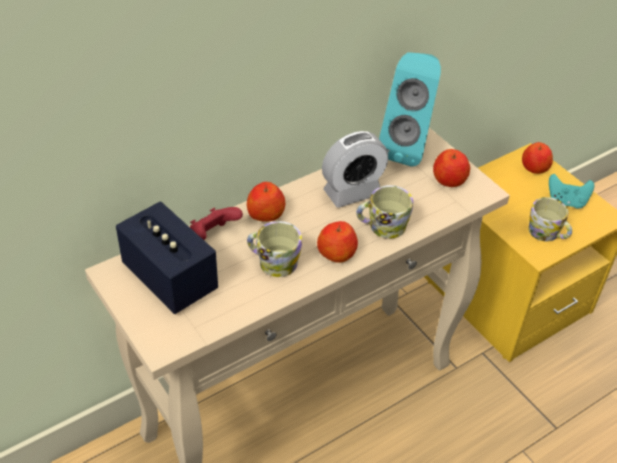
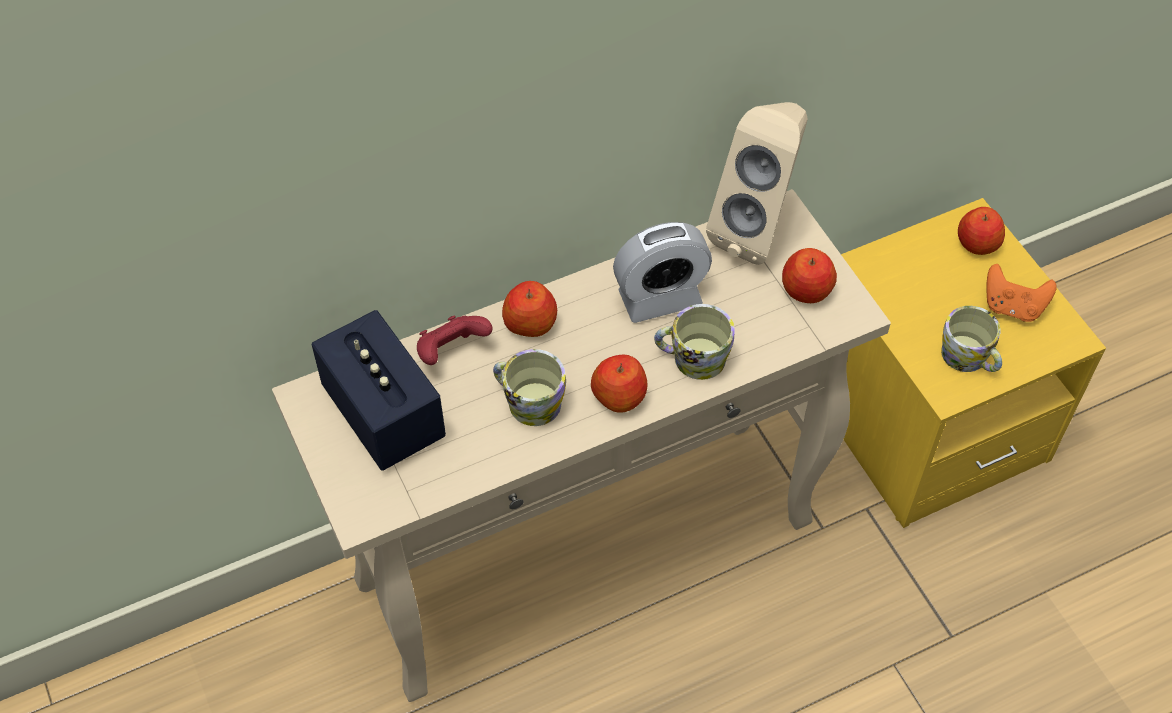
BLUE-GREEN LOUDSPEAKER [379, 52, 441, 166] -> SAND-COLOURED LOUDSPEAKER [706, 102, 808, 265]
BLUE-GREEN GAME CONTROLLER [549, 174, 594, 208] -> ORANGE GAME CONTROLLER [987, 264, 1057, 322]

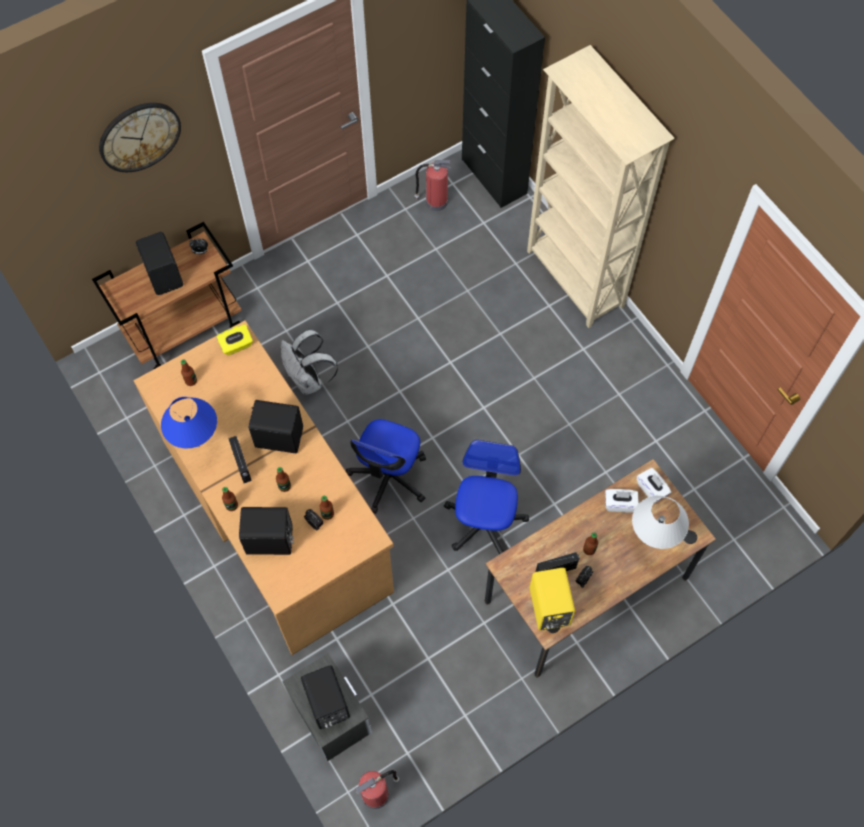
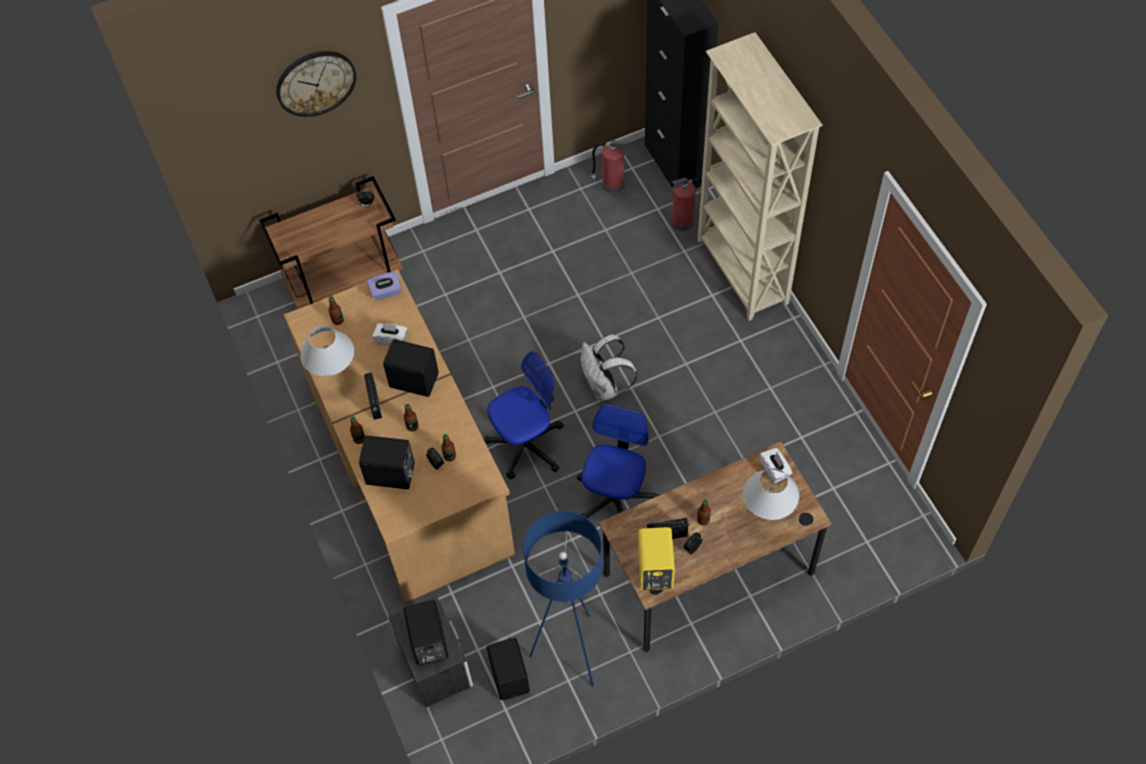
none -> BLUE-COLOURED STANDARD LAMP [523, 511, 603, 686]
BLACKISH LOUDSPEAKER [136, 232, 183, 295] -> BLACKISH LOUDSPEAKER [487, 638, 530, 700], relocated
WHITISH RUCKSACK [281, 330, 338, 395] -> WHITISH RUCKSACK [581, 334, 637, 401], relocated
FIRE-FIGHTING CYLINDER [355, 770, 399, 809] -> FIRE-FIGHTING CYLINDER [672, 178, 702, 231], relocated
WHITISH BOX OF TISSUES [605, 489, 639, 513] -> WHITISH BOX OF TISSUES [372, 323, 407, 346], relocated
BLUE-COLOURED TABLE LAMP [161, 397, 217, 449] -> WHITISH TABLE LAMP [300, 326, 354, 382]
YELLOW-COLOURED BOX OF TISSUES [216, 324, 253, 355] -> PURPLISH BOX OF TISSUES [367, 272, 402, 300]
OFFICE CHAIR [346, 419, 426, 514] -> OFFICE CHAIR [484, 351, 563, 479], 150 degrees counterclockwise

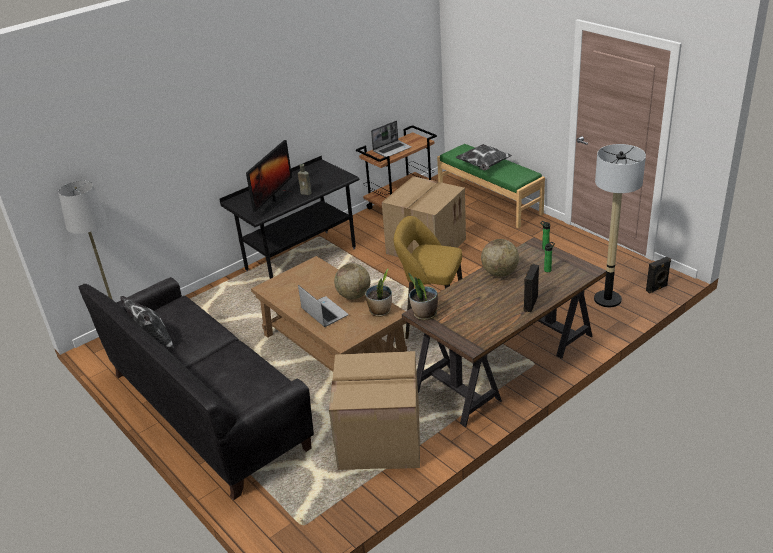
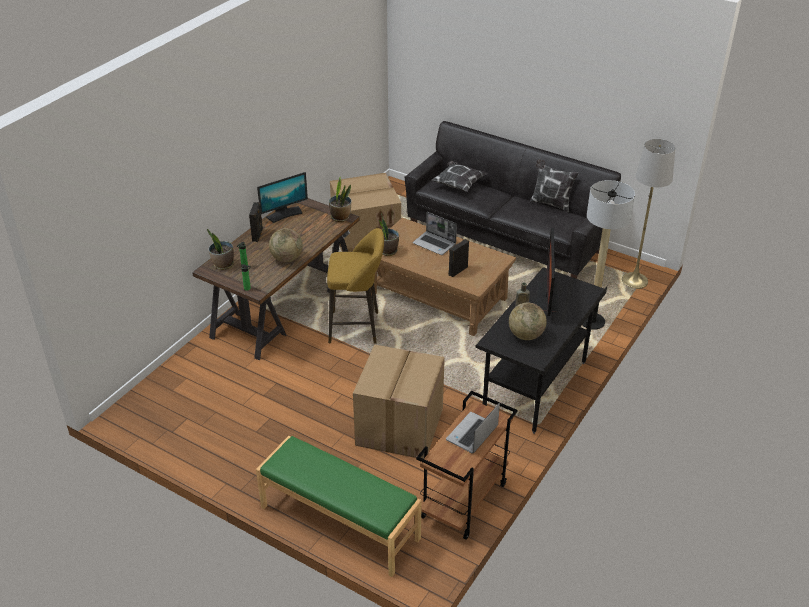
none -> POTTED PLANT [207, 229, 234, 270]
none -> COMPUTER SCREEN [257, 172, 308, 223]
GLOBE [334, 263, 370, 299] -> GLOBE [509, 302, 547, 340], relocated
PILLOW [456, 144, 512, 170] -> PILLOW [432, 161, 487, 192], relocated
STANDARD LAMP [594, 144, 646, 307] -> STANDARD LAMP [582, 180, 635, 330], relocated
BLACKISH LOUDSPEAKER [646, 257, 671, 294] -> BLACKISH LOUDSPEAKER [448, 239, 469, 277], relocated

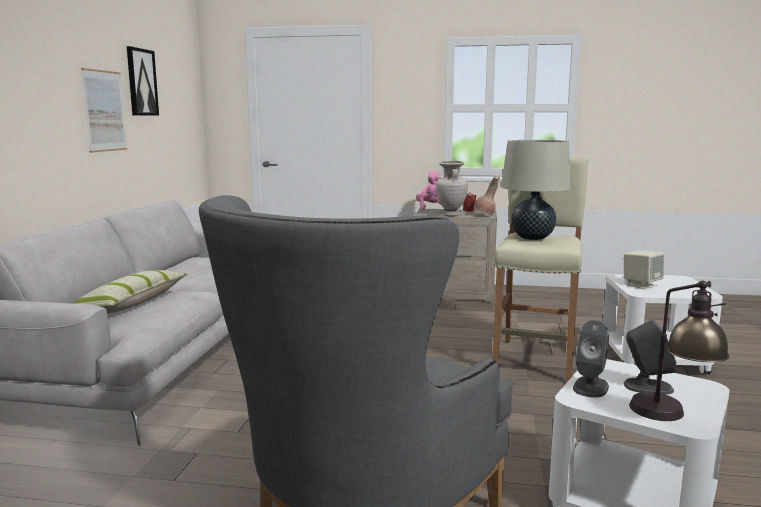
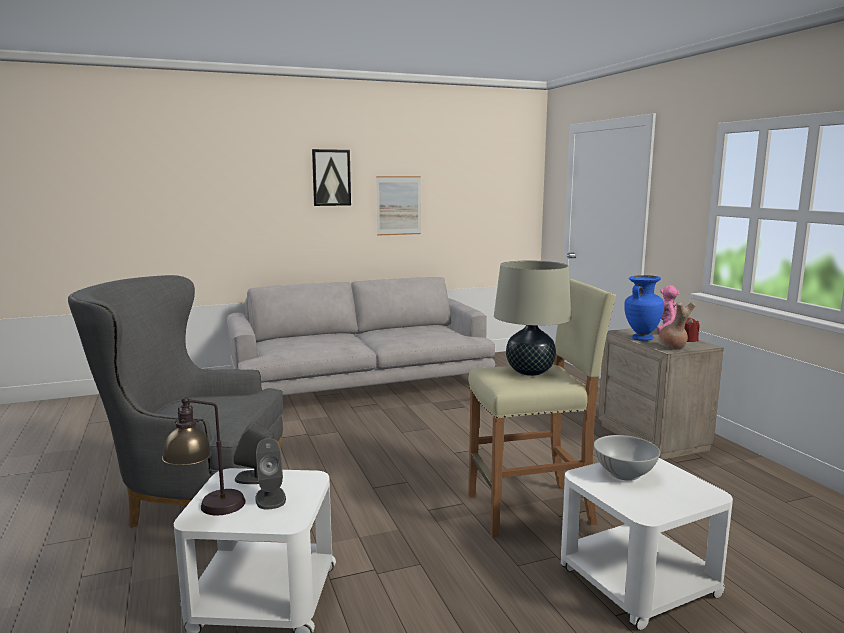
PILLOW [72, 270, 187, 314] -> none
WALL PICTURE [127, 46, 159, 116] -> WALL PICTURE [312, 149, 351, 206], relocated
SAND-COLOURED LOUDSPEAKER [624, 250, 664, 289] -> WHITISH SERVING BOWL [593, 435, 660, 481]
SAND-COLOURED FLOWER VASE [436, 161, 468, 216] -> BLUE-COLOURED FLOWER VASE [624, 275, 664, 341]

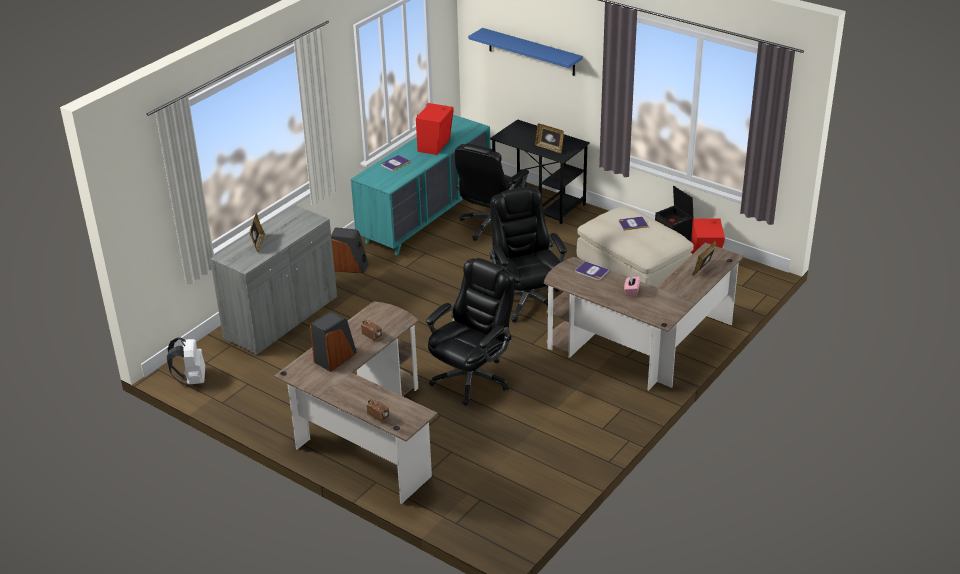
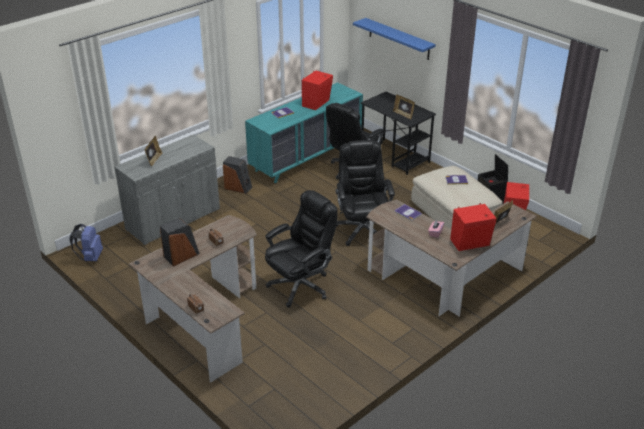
none -> RED-COLOURED LOUDSPEAKER [450, 203, 496, 251]
WHITISH RUCKSACK [167, 338, 205, 384] -> BLUE-COLOURED RUCKSACK [69, 224, 103, 261]

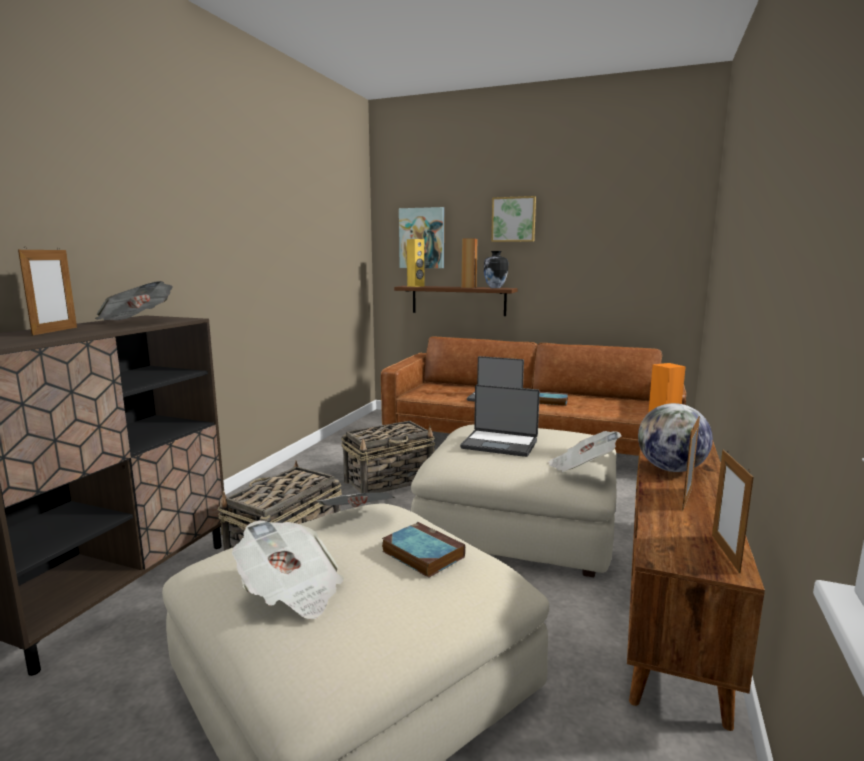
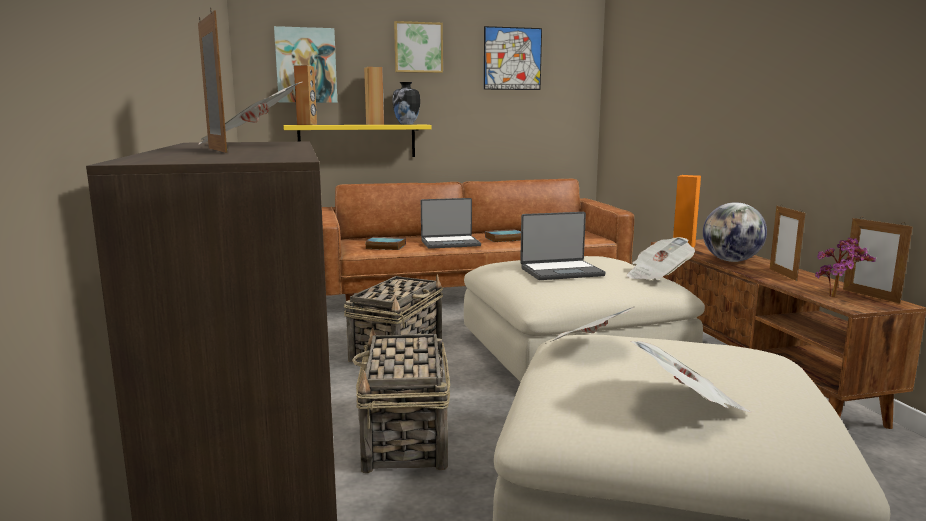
none -> WALL PICTURE [484, 26, 542, 90]
none -> POTTED PLANT [815, 238, 876, 297]
VOLUME [382, 522, 465, 578] -> VOLUME [365, 237, 406, 250], relocated
BROWN-COLOURED BRACKET SHELF [394, 286, 518, 316] -> YELLOW-COLOURED BRACKET SHELF [283, 125, 432, 157]
YELLOW-COLOURED LOUDSPEAKER [407, 239, 424, 287] -> BROWN-COLOURED LOUDSPEAKER [294, 65, 317, 125]

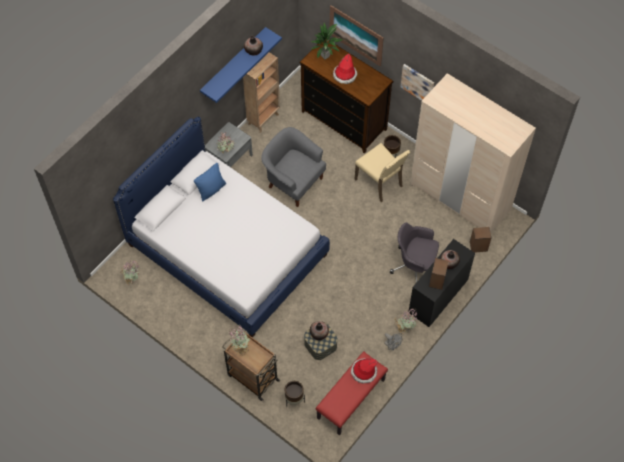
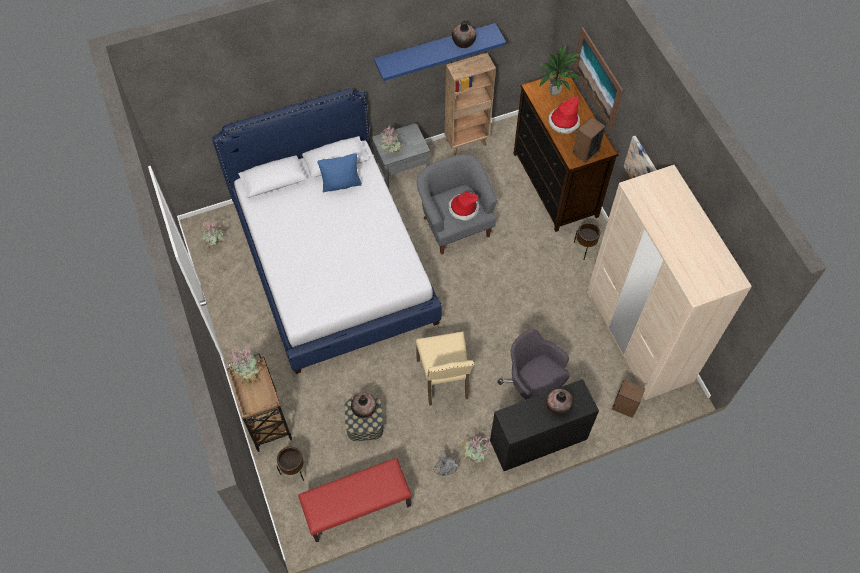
CLOTHING HAT [351, 358, 377, 383] -> CLOTHING HAT [448, 192, 479, 221], relocated
SAND-COLOURED CHAIR [355, 143, 410, 202] -> SAND-COLOURED CHAIR [416, 331, 474, 406], relocated
LOUDSPEAKER [429, 258, 449, 290] -> LOUDSPEAKER [573, 117, 606, 163], relocated

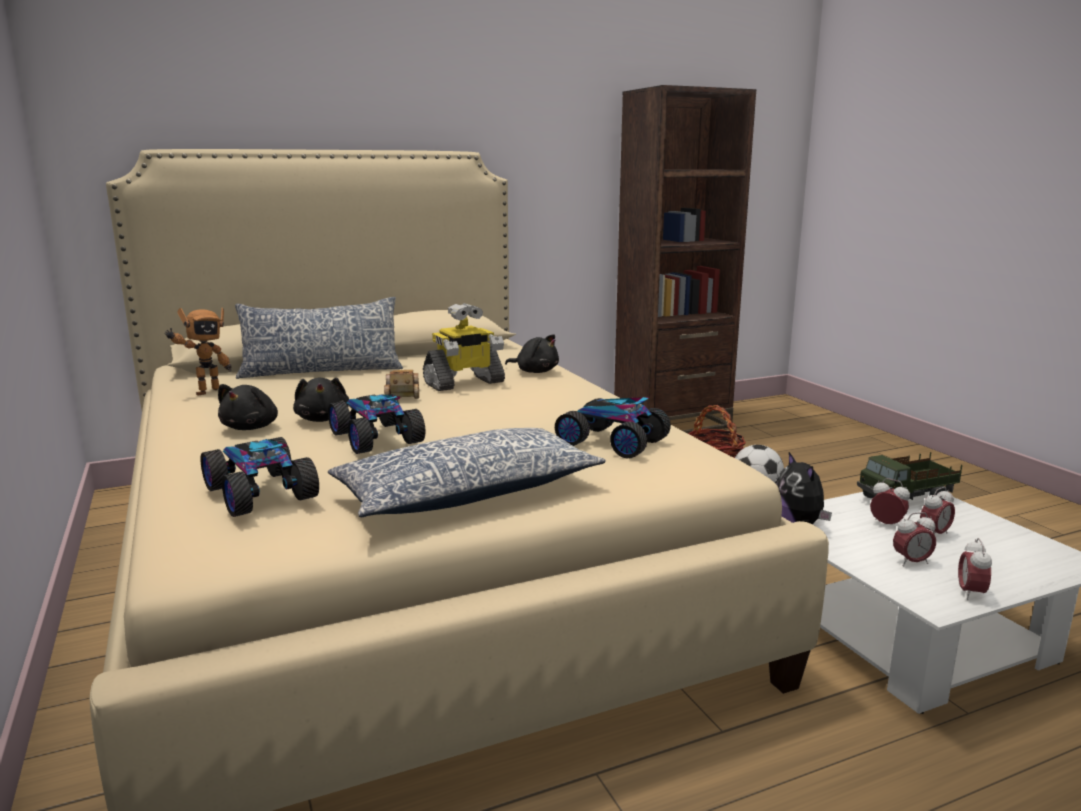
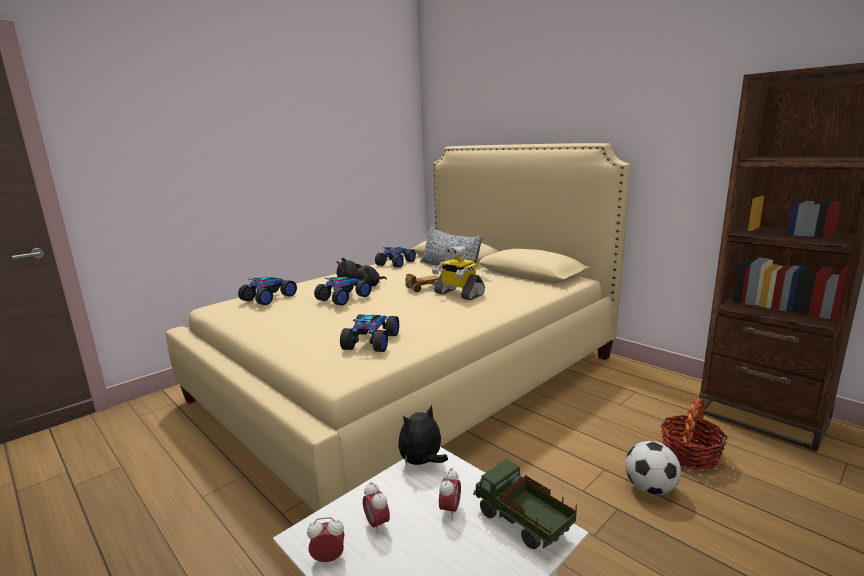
PILLOW [328, 428, 606, 517] -> none
BLACKISH SOFT TOY [505, 334, 559, 373] -> none
BEDSIDE CLOCK [920, 487, 955, 534] -> none
ROBOT FIGURE [164, 308, 232, 396] -> MODEL CAR [375, 247, 416, 268]

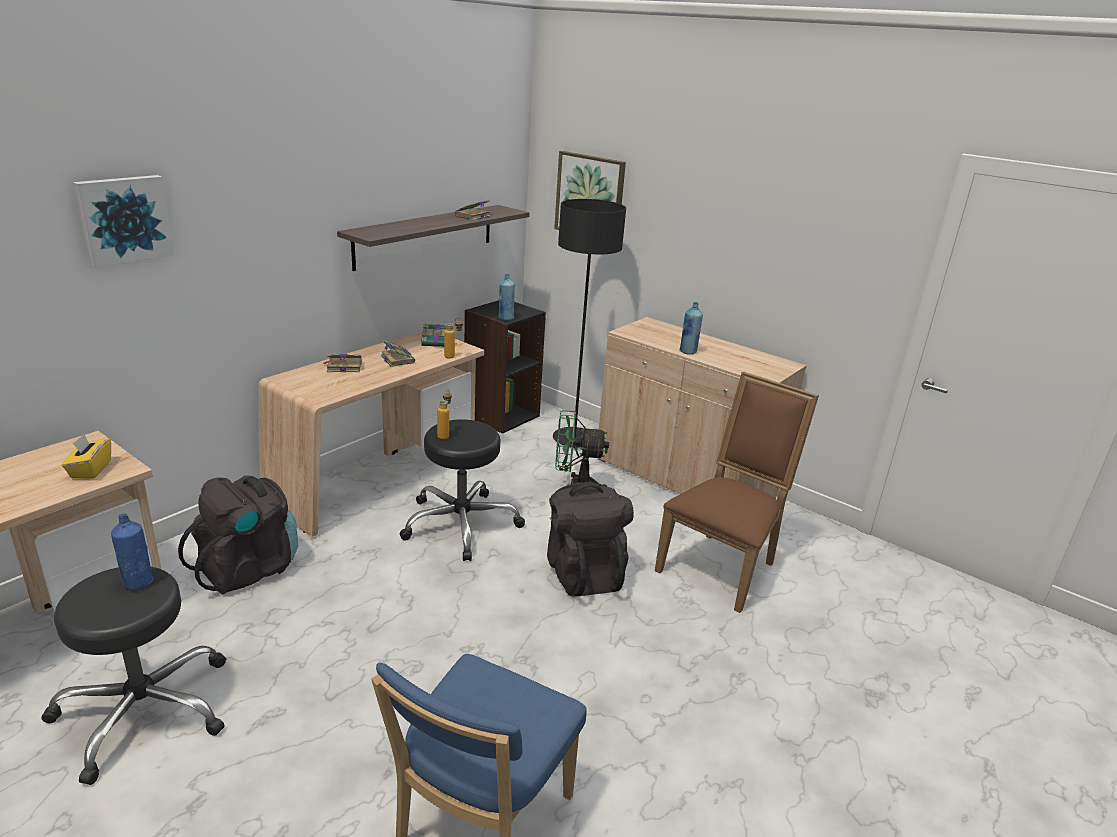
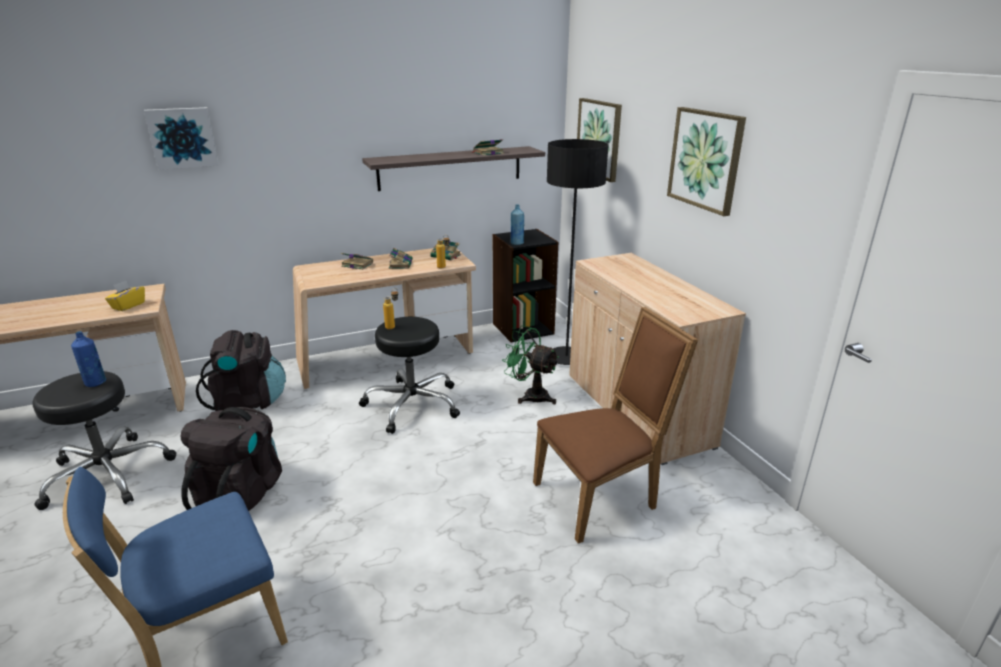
BLUE-COLOURED DRINK BOTTLE [679, 302, 703, 355] -> none
none -> WALL PICTURE [667, 107, 746, 216]
BLACKISH RUCKSACK [547, 482, 634, 597] -> BLACKISH RUCKSACK [181, 407, 282, 511], relocated

